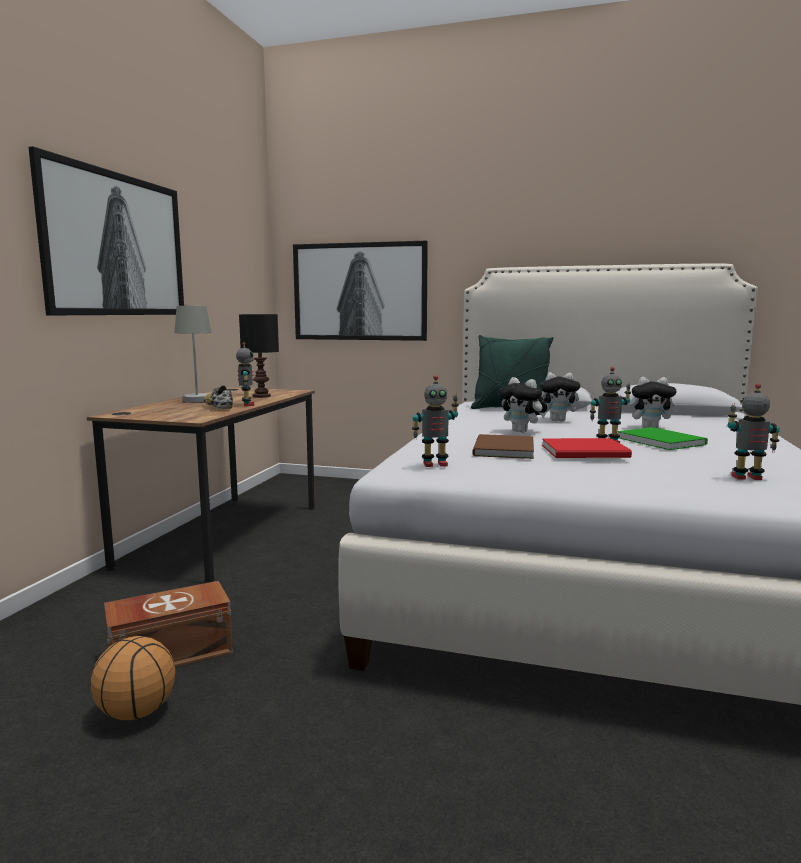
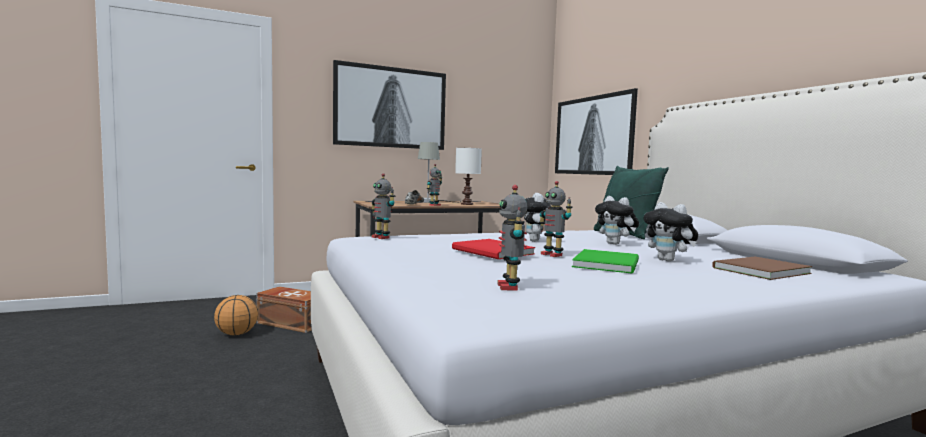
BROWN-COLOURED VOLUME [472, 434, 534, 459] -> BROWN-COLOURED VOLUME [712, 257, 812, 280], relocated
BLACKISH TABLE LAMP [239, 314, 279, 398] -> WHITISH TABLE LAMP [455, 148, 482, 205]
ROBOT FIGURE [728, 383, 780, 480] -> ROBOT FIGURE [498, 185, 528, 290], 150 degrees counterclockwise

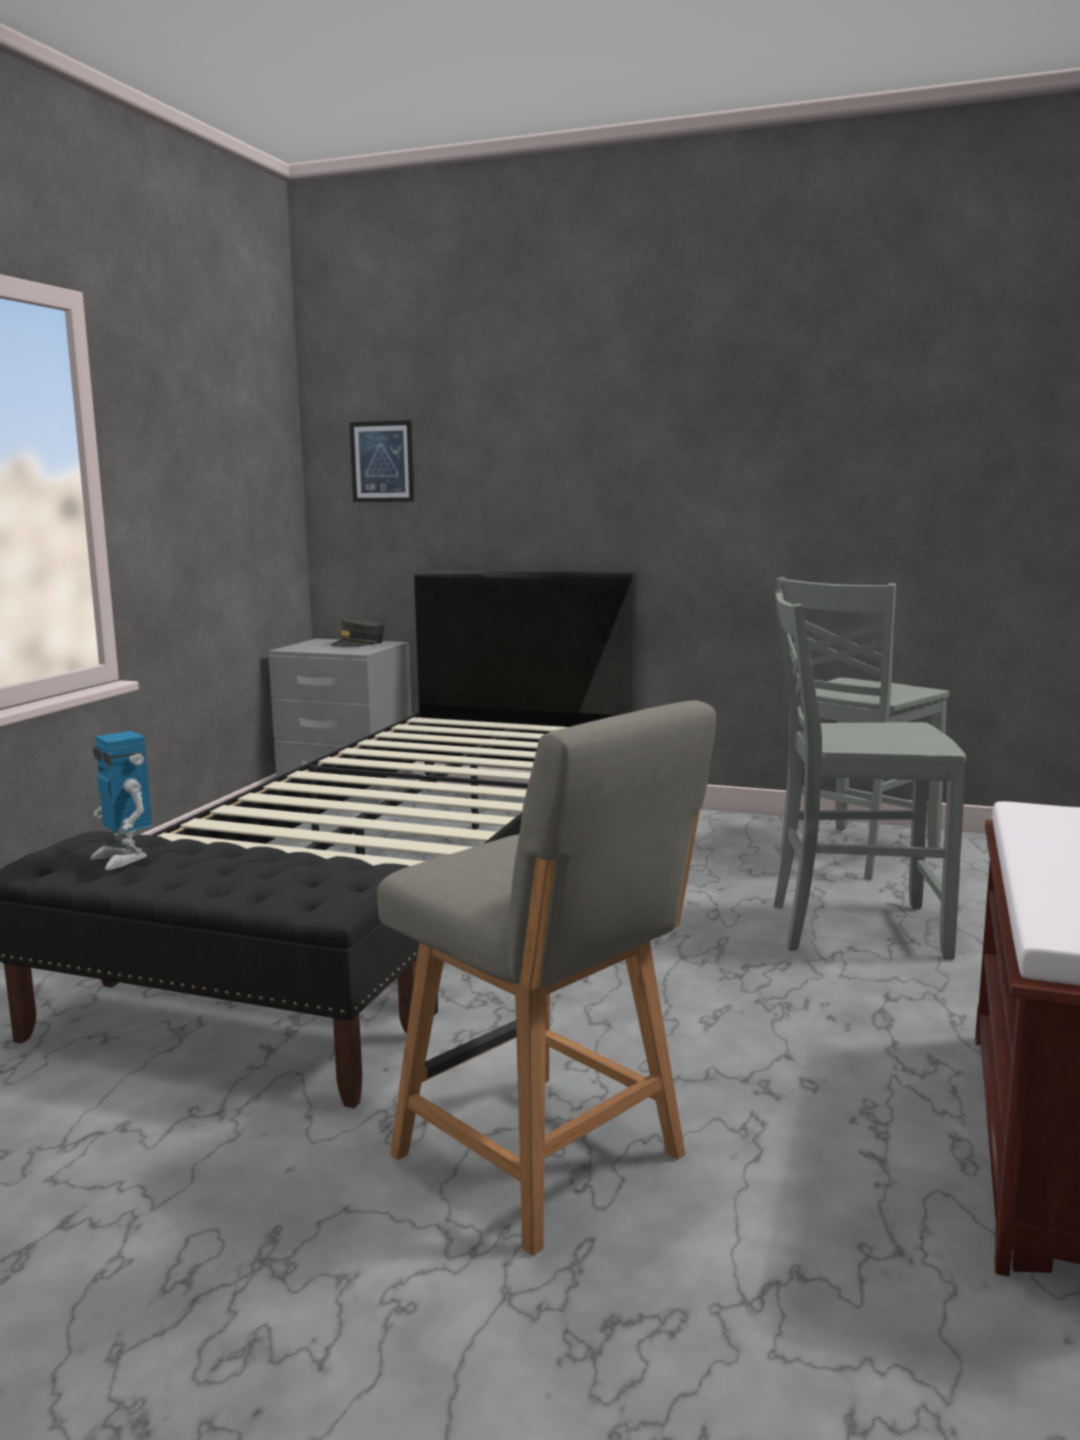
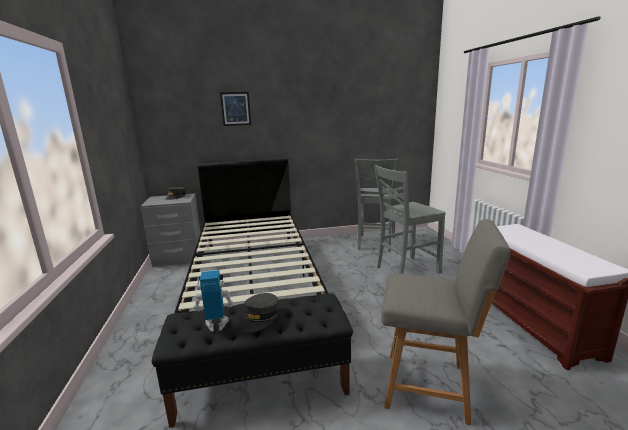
none -> GRAY BASEBALL CAP [242, 293, 278, 332]
WALL PICTURE [349, 420, 414, 502] -> WALL PICTURE [220, 92, 251, 126], relocated
ROBOT FIGURE [90, 731, 152, 870] -> ROBOT FIGURE [194, 270, 234, 332], 150 degrees clockwise

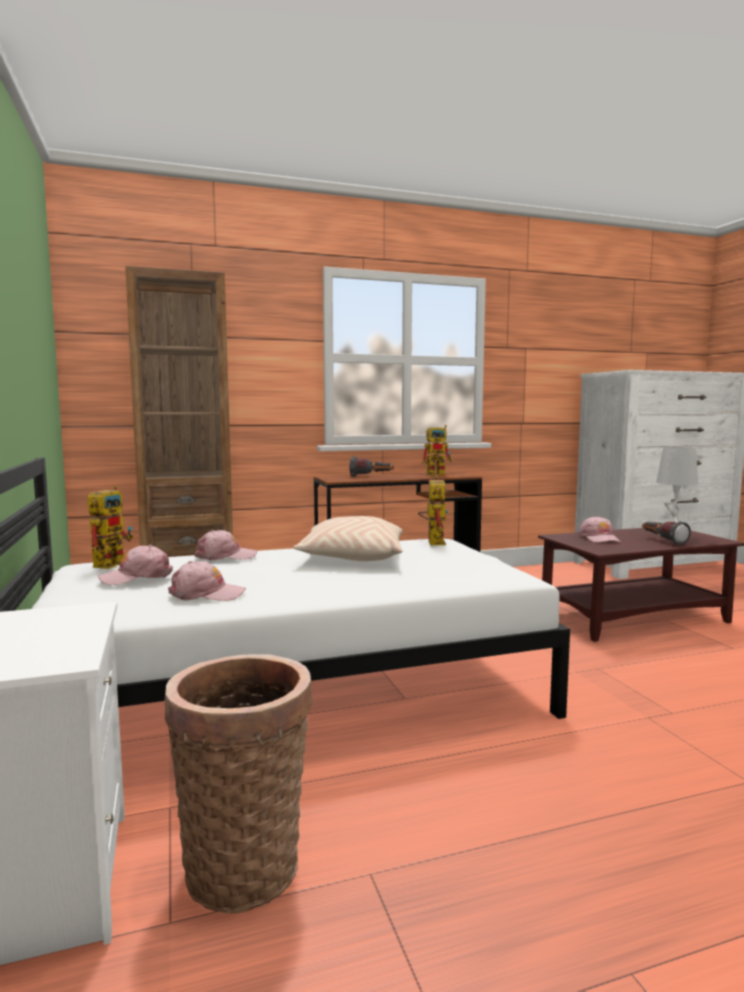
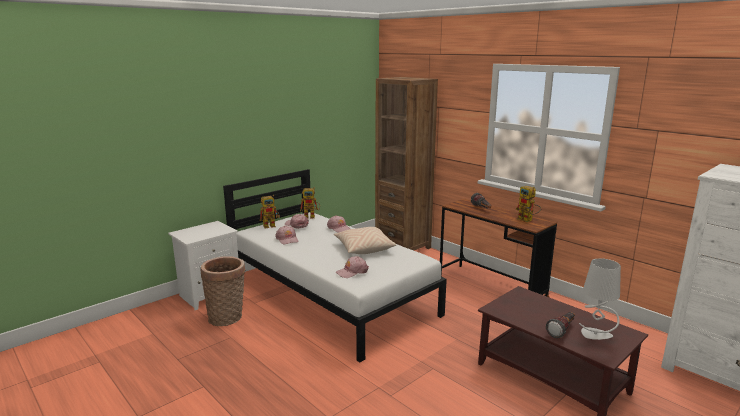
ROBOT FIGURE [418, 476, 449, 545] -> ROBOT FIGURE [259, 195, 280, 229], relocated
PINKISH BASEBALL CAP [579, 516, 621, 543] -> PINKISH BASEBALL CAP [336, 256, 369, 278], relocated

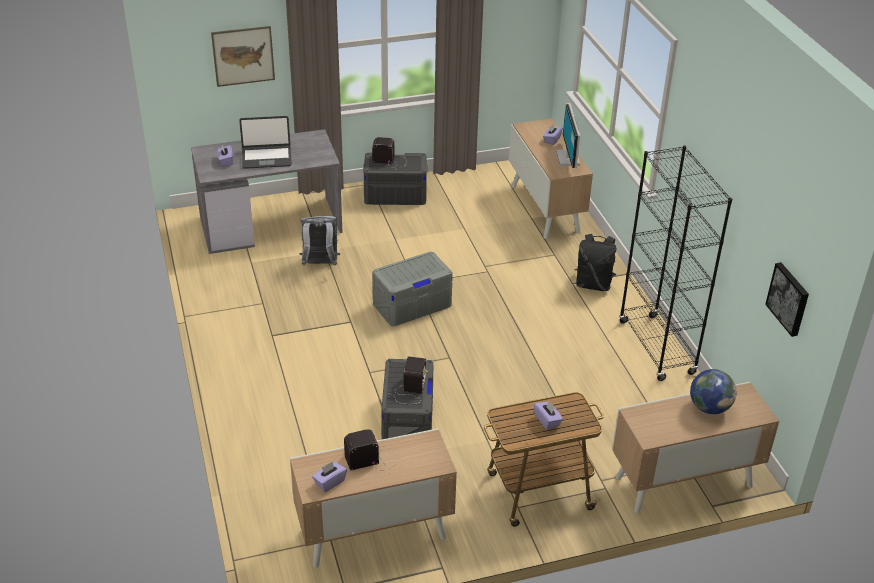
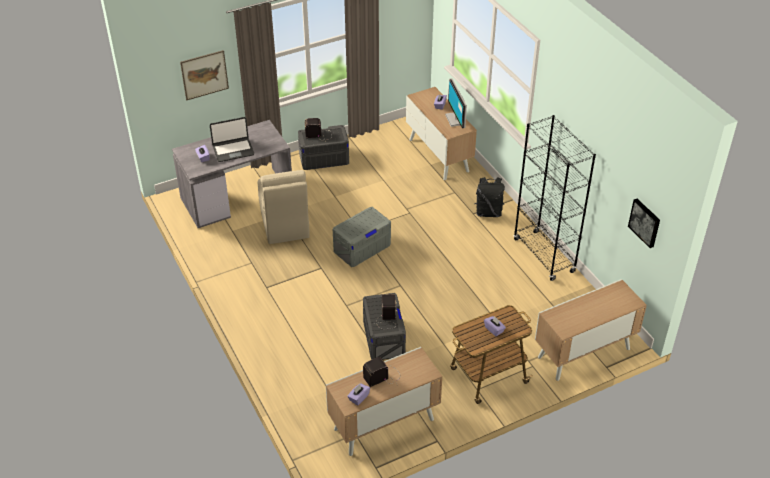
GLOBE [690, 369, 736, 414] -> none
GRAY RUCKSACK [299, 216, 340, 265] -> SAND-COLOURED CHAIR [257, 170, 310, 244]

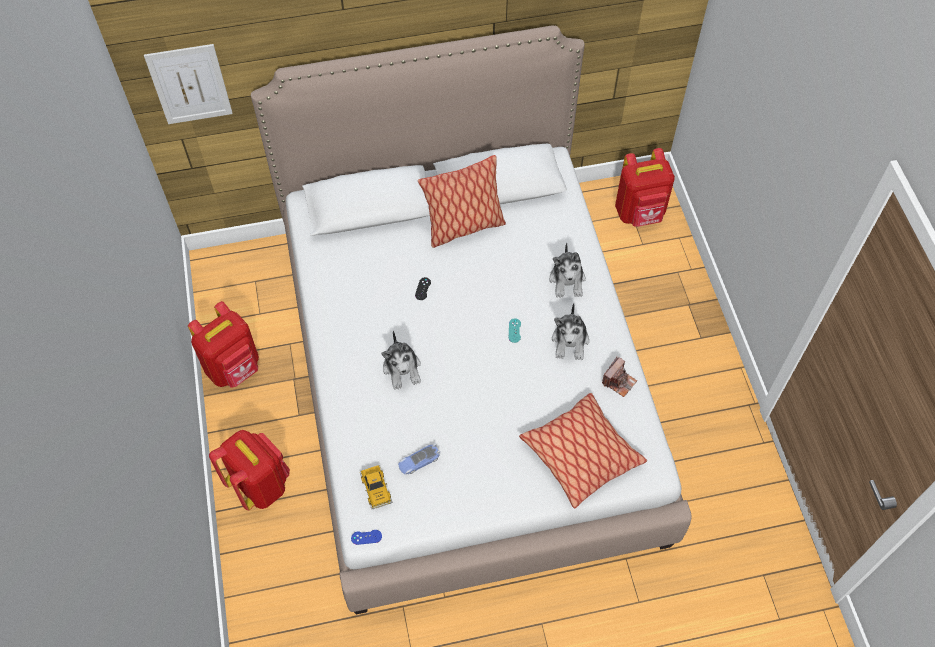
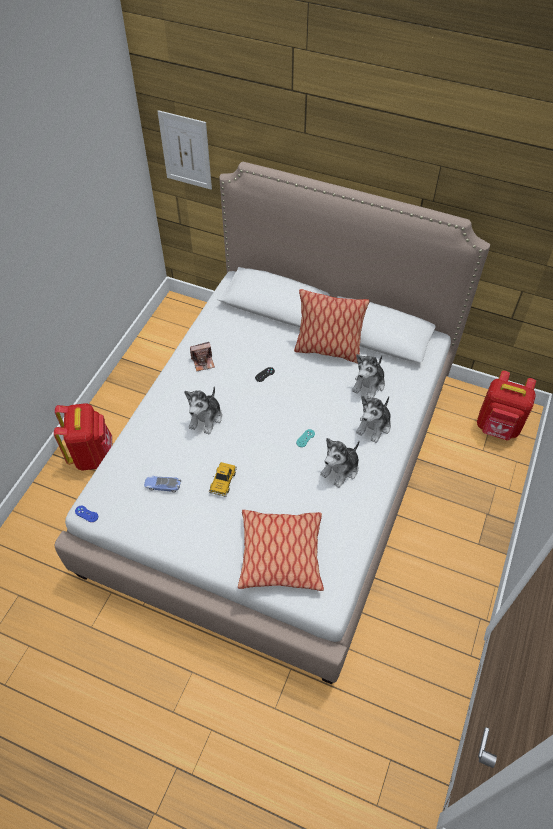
RED-COLOURED RUCKSACK [188, 301, 259, 388] -> none
none -> SOFT TOY [352, 354, 385, 398]
MODEL CAR [360, 465, 392, 509] -> MODEL CAR [209, 462, 237, 497], relocated
PHOTO CAMERA [602, 357, 637, 397] -> PHOTO CAMERA [190, 342, 215, 371], relocated

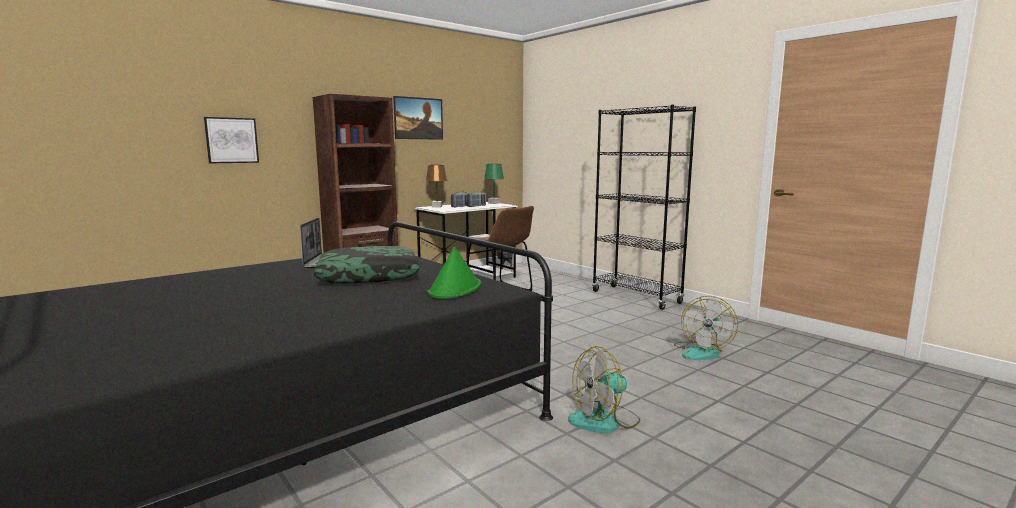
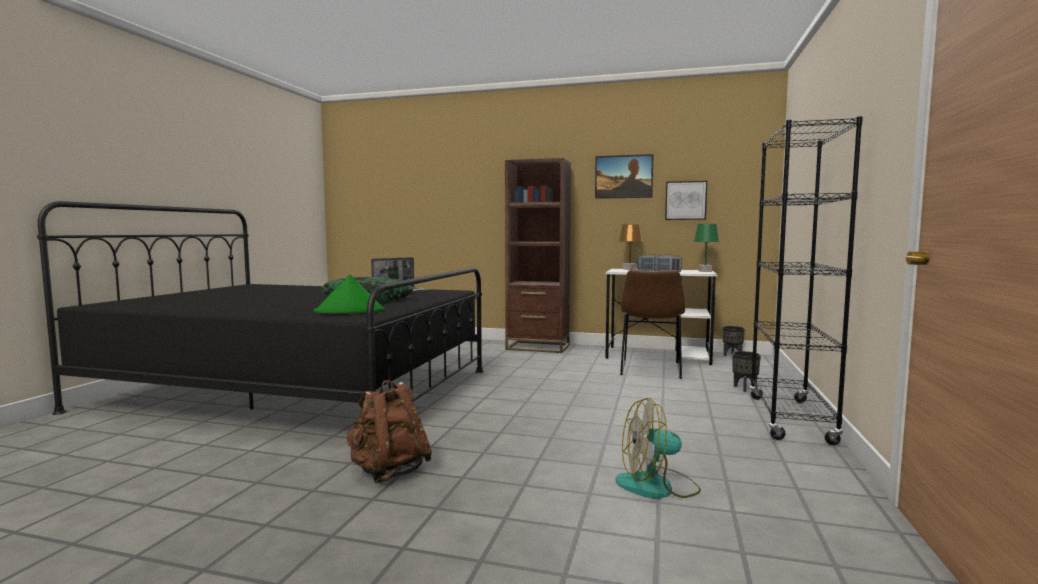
none -> BLACKISH FLOWER POT [732, 351, 761, 392]
WALL PICTURE [204, 117, 259, 163] -> WALL PICTURE [665, 181, 707, 220], relocated
COOLING FAN [568, 346, 640, 434] -> BROWN-COLOURED RUCKSACK [347, 380, 432, 483]

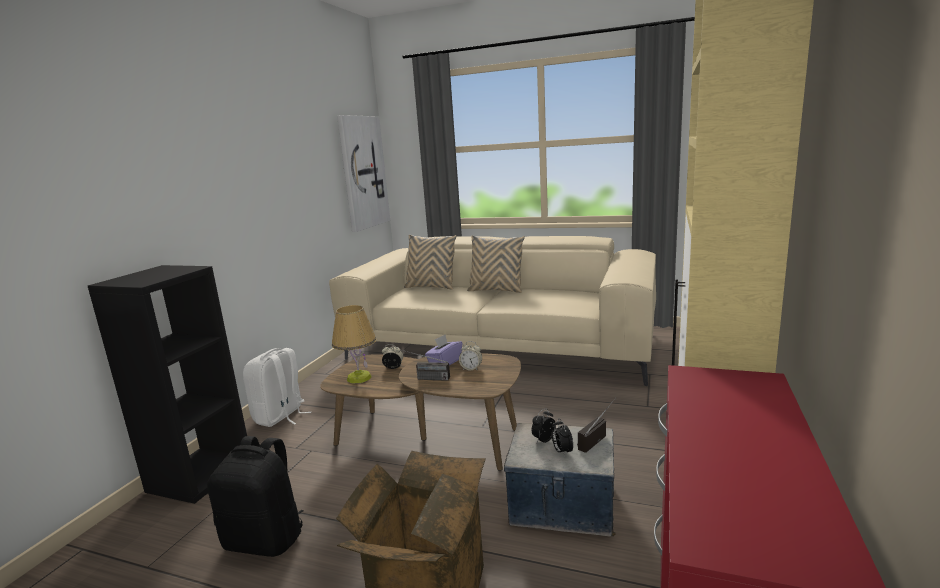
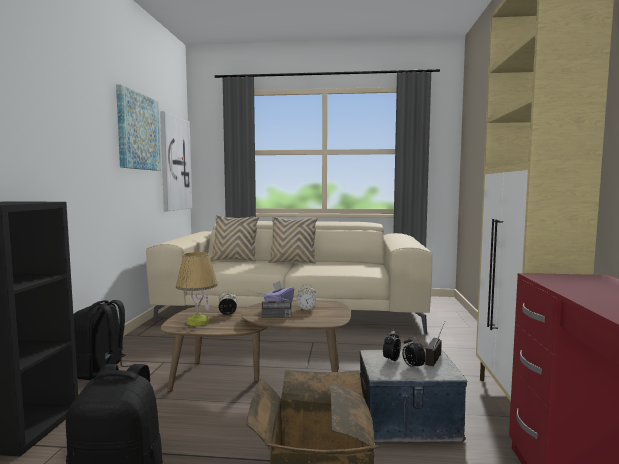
none -> WALL PICTURE [116, 84, 161, 171]
WHITISH RUCKSACK [243, 348, 311, 427] -> BLACKISH RUCKSACK [73, 300, 131, 380]

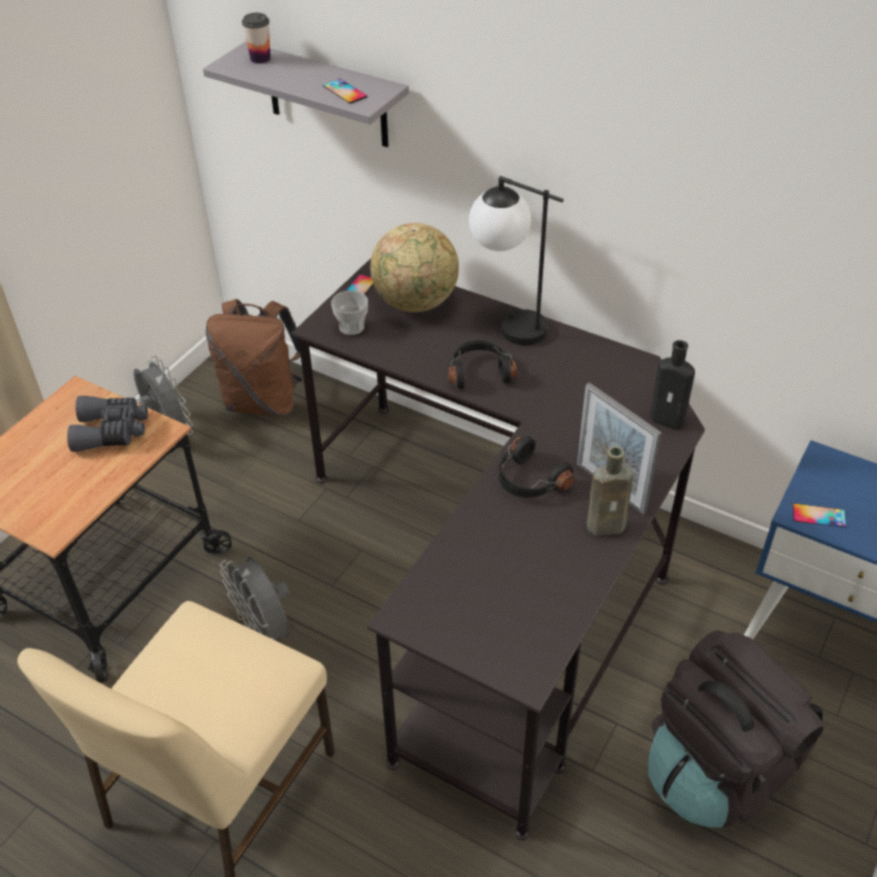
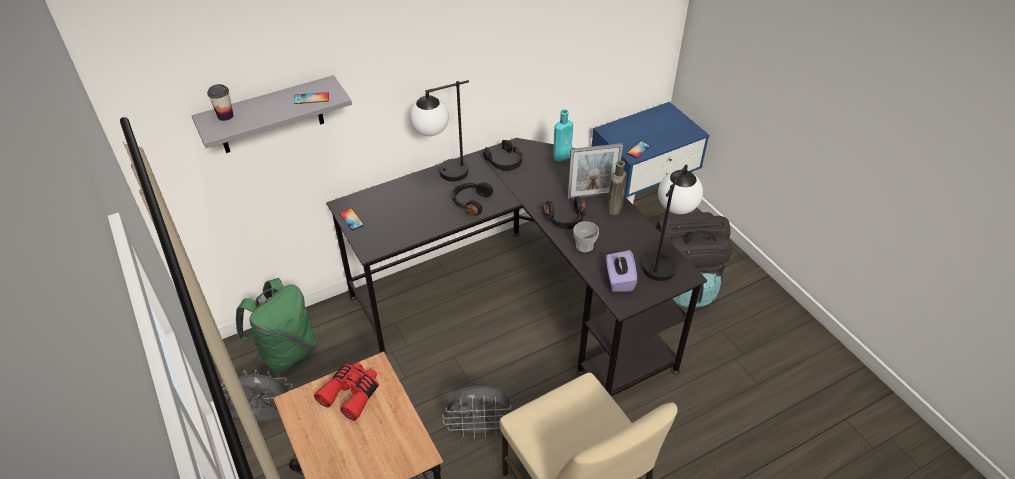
GLOBE [370, 223, 459, 312] -> none
none -> BLACKISH HEADSET [483, 140, 522, 171]
none -> PURPLISH BOX OF TISSUES [606, 250, 637, 292]
none -> TABLE LAMP [642, 165, 703, 281]
DRINKING CUP [331, 290, 368, 335] -> DRINKING CUP [573, 221, 599, 252], relocated
GRAY FIELD GLASSES [67, 396, 148, 452] -> RED-COLOURED FIELD GLASSES [314, 362, 379, 421]
BROWN-COLOURED RUCKSACK [206, 299, 303, 416] -> GREENISH RUCKSACK [236, 278, 317, 374]
BLACKISH DRINK BOTTLE [650, 340, 695, 430] -> BLUE-GREEN DRINK BOTTLE [553, 109, 573, 161]

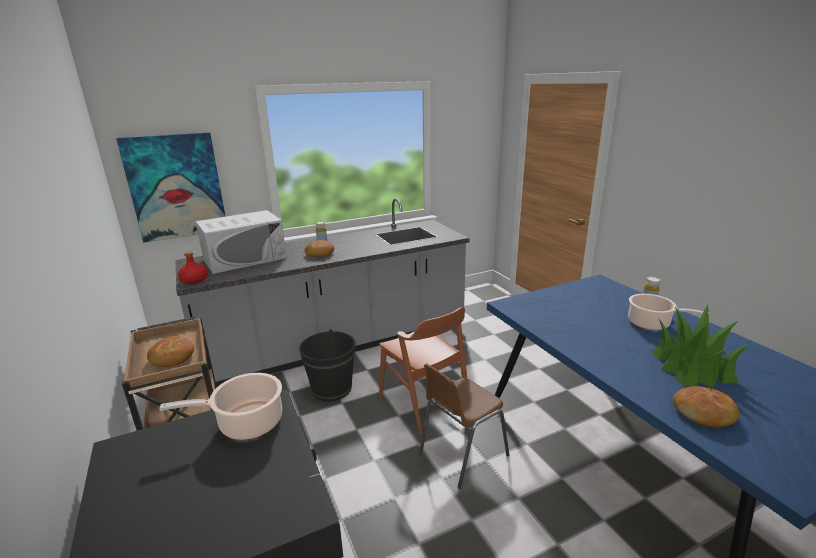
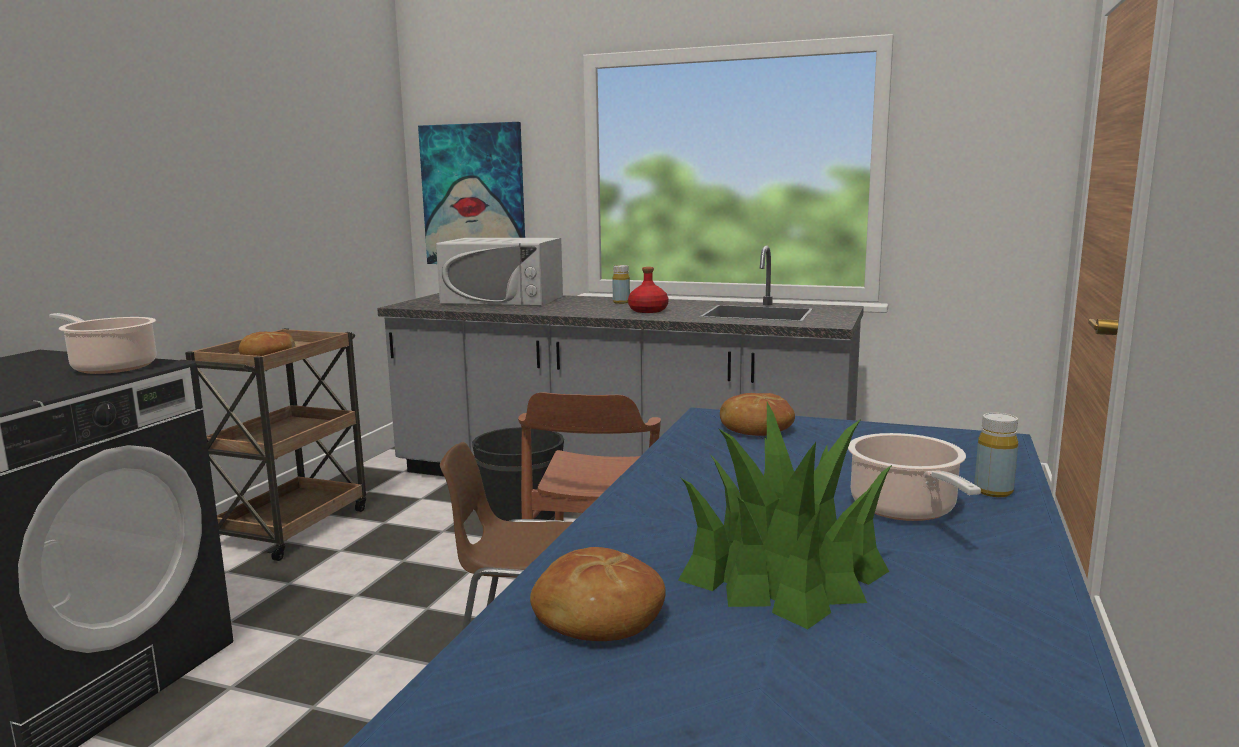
RED-COLOURED DRINK BOTTLE [178, 252, 208, 284] -> RED-COLOURED DRINK BOTTLE [628, 267, 669, 313], relocated
BAKED BREAD [305, 240, 334, 257] -> BAKED BREAD [720, 393, 795, 436], relocated

